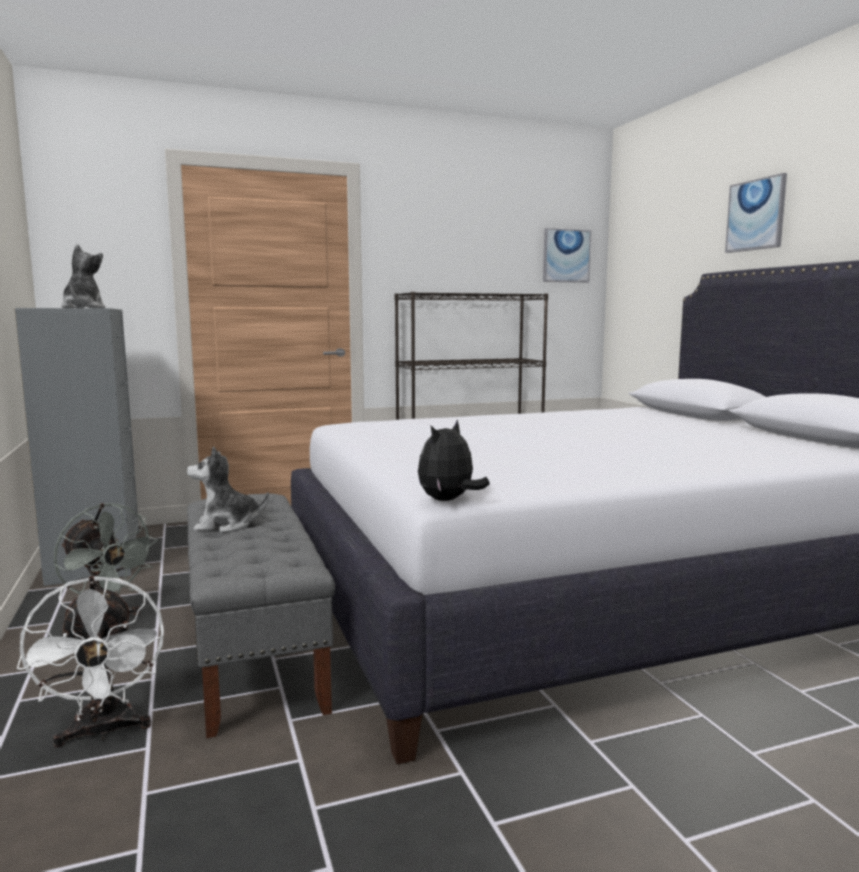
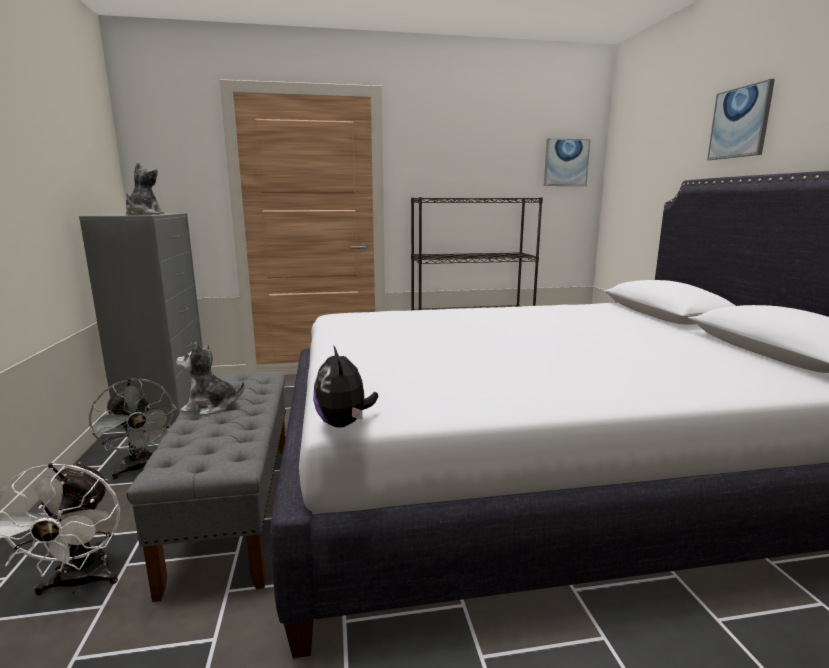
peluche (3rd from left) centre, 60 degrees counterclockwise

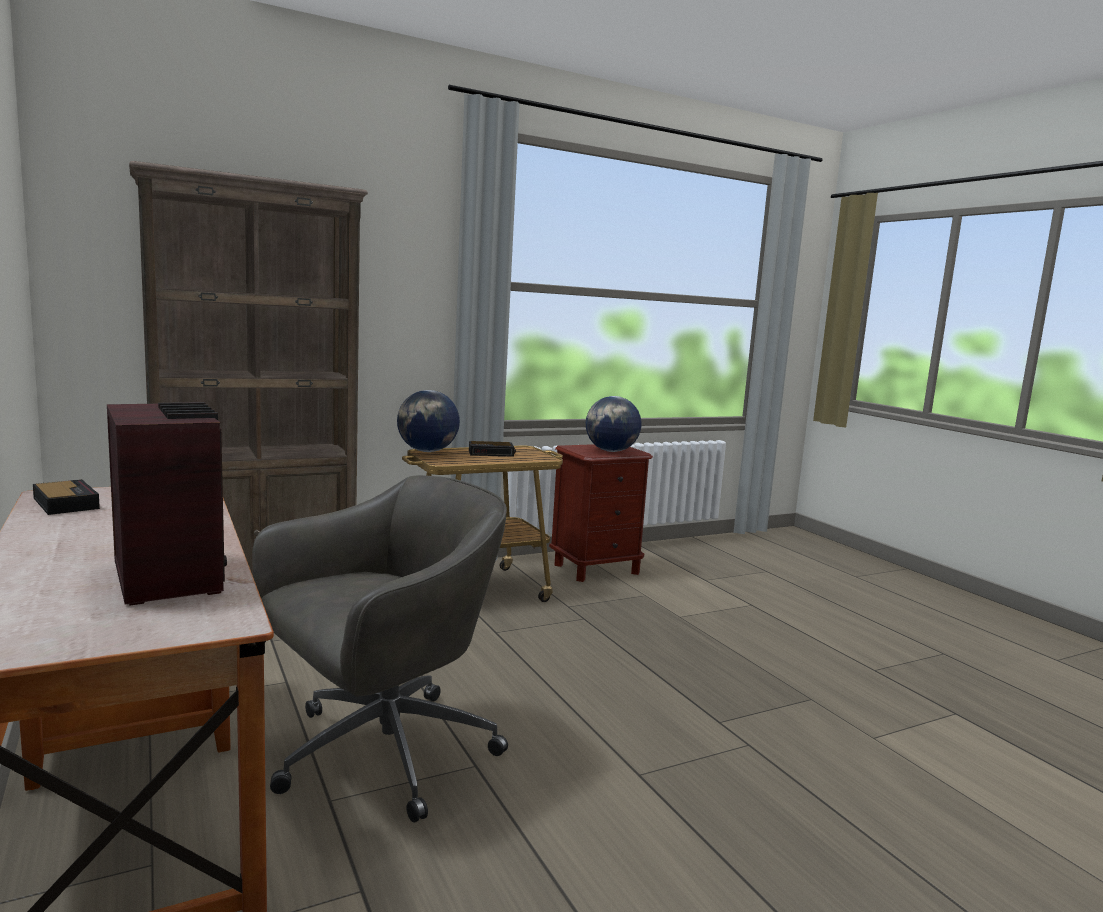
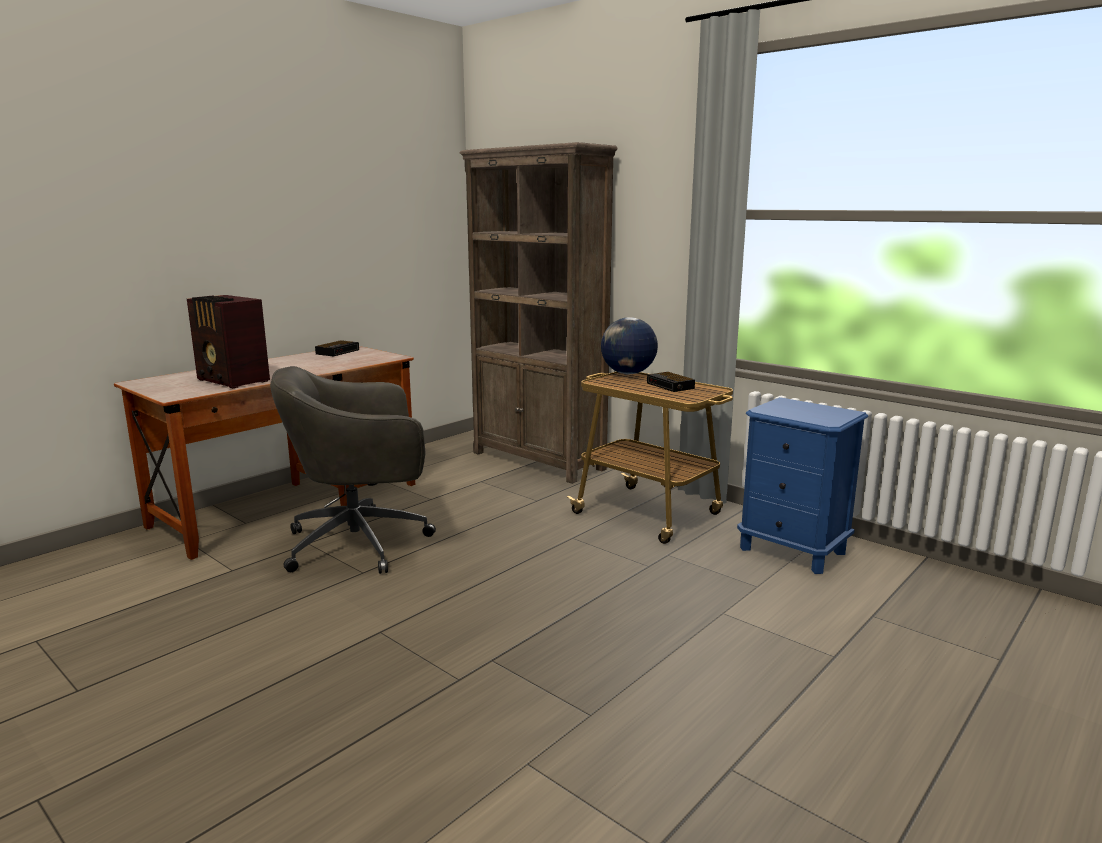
globe (2nd from left) centre → -
radio middle left, 90 degrees clockwise
table de chevet (marron) centre → table de chevet (bleu) middle right
chaise de bureau (gris) bottom centre → chaise de bureau (gris) middle left, 135 degrees clockwise

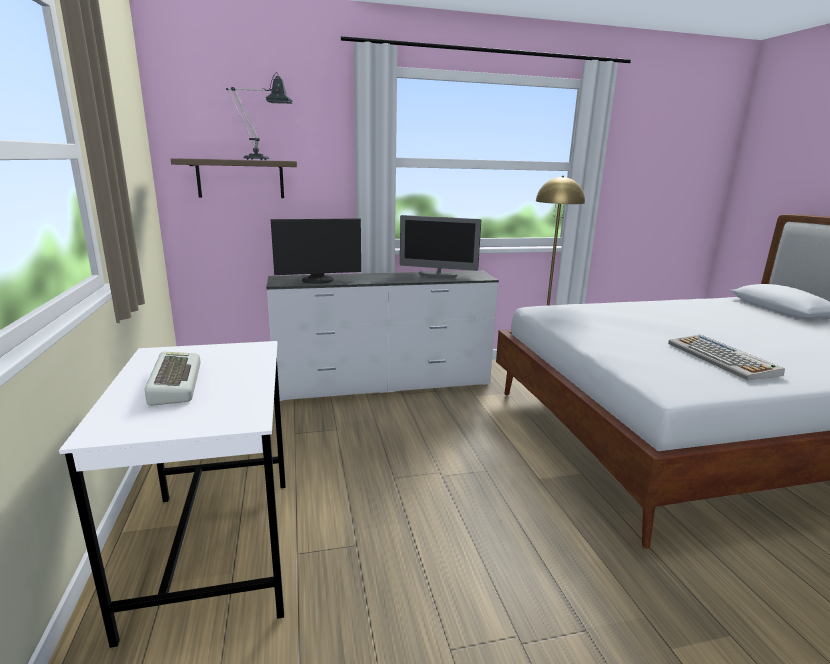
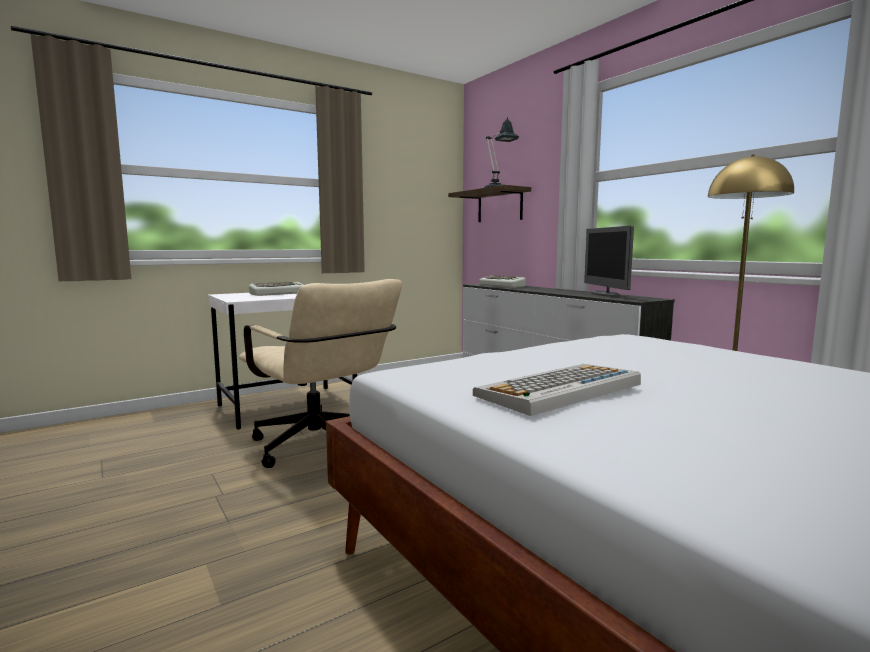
écran d'ordinateur (1st from left) centre → clavier (2nd from left) centre
- → chaise de bureau (beige) centre

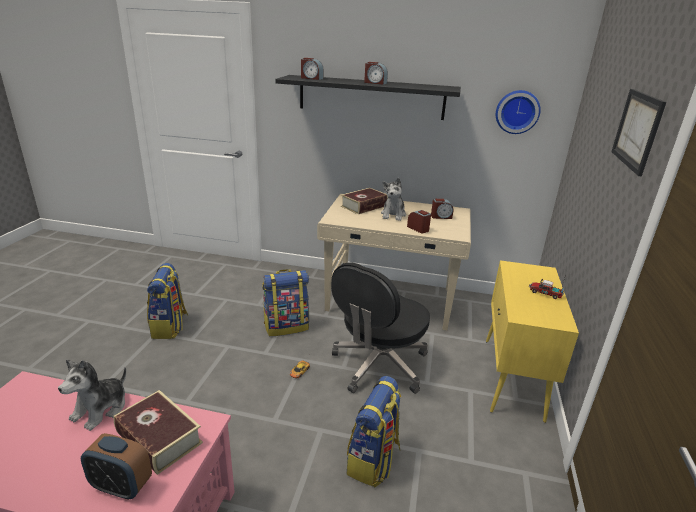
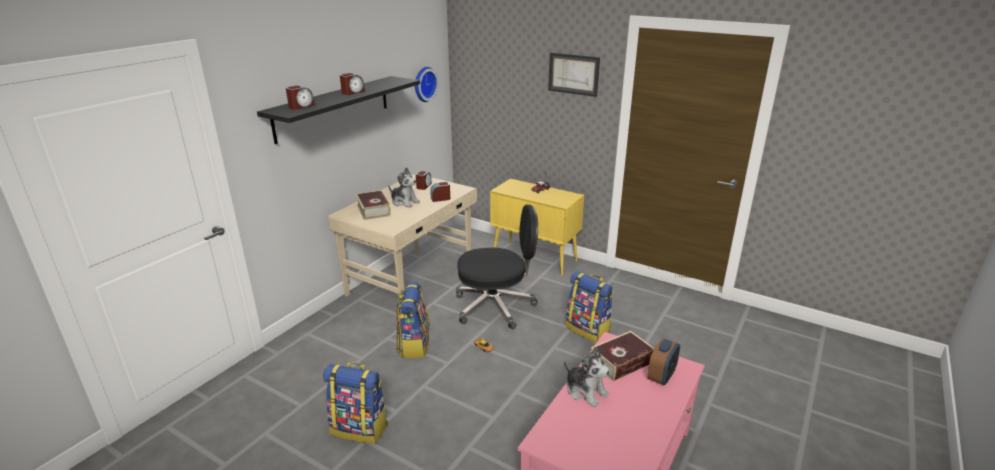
chaise de bureau (noir) centre, 60 degrees counterclockwise

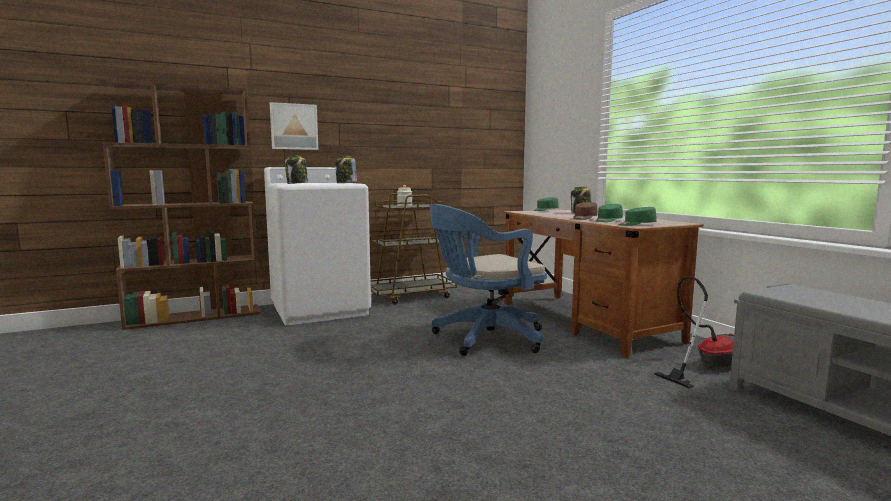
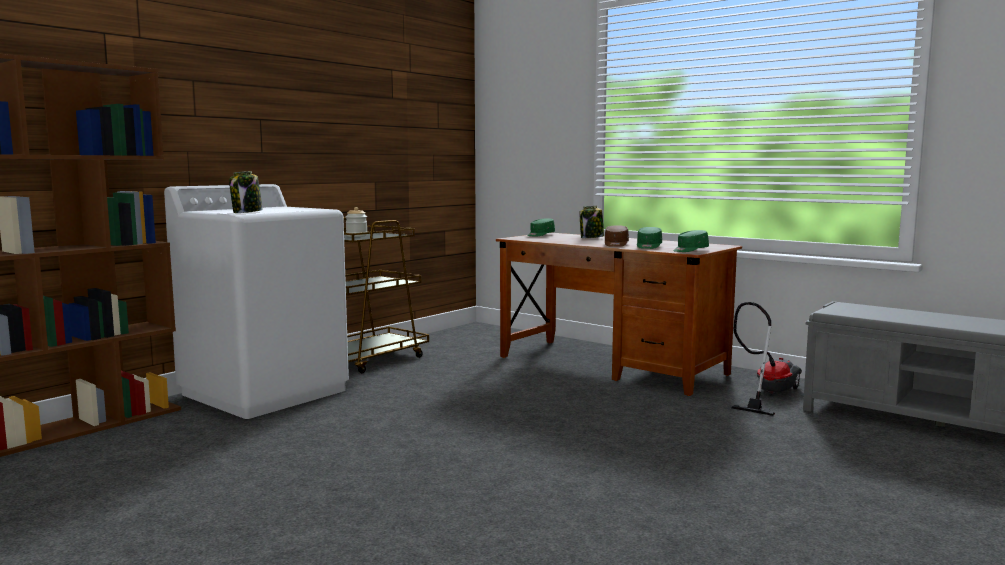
tableau top left → -
bocal (2nd from left) centre → -
chaise de bureau (bleu) centre → -

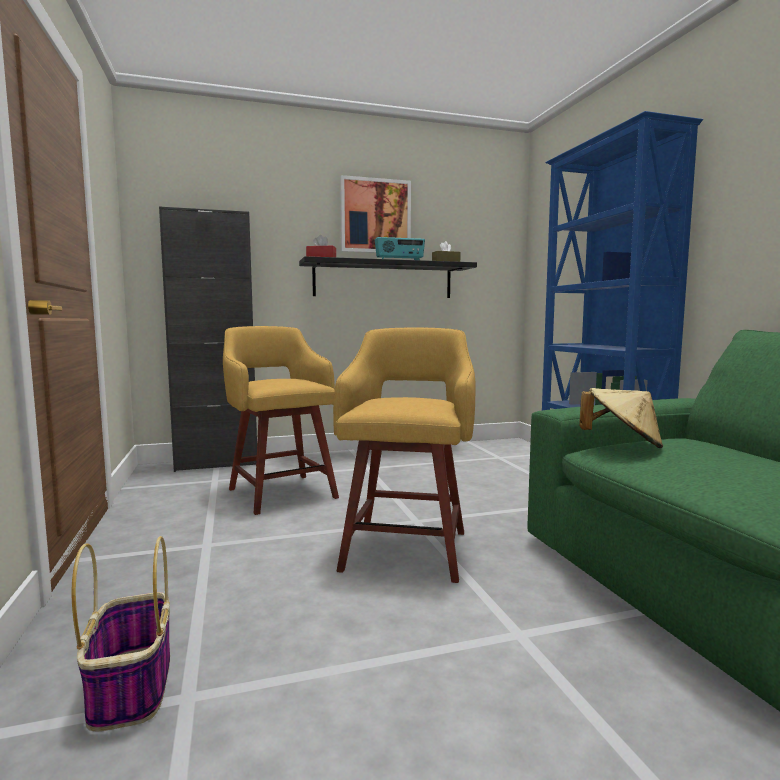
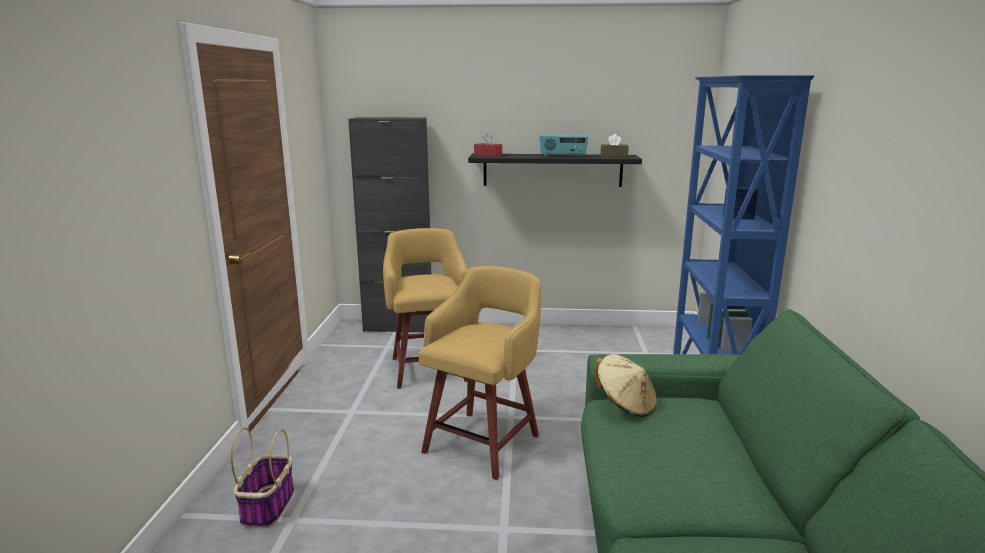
tableau top centre → -

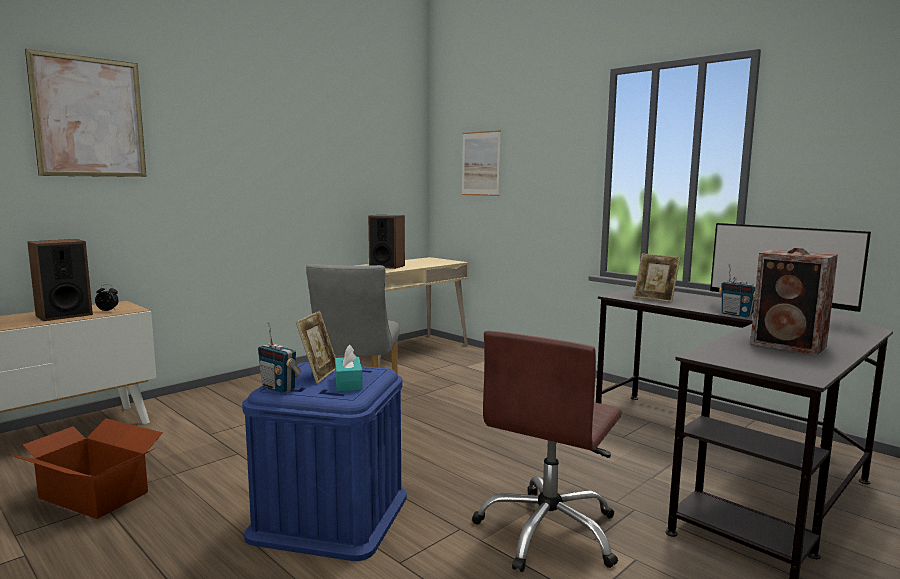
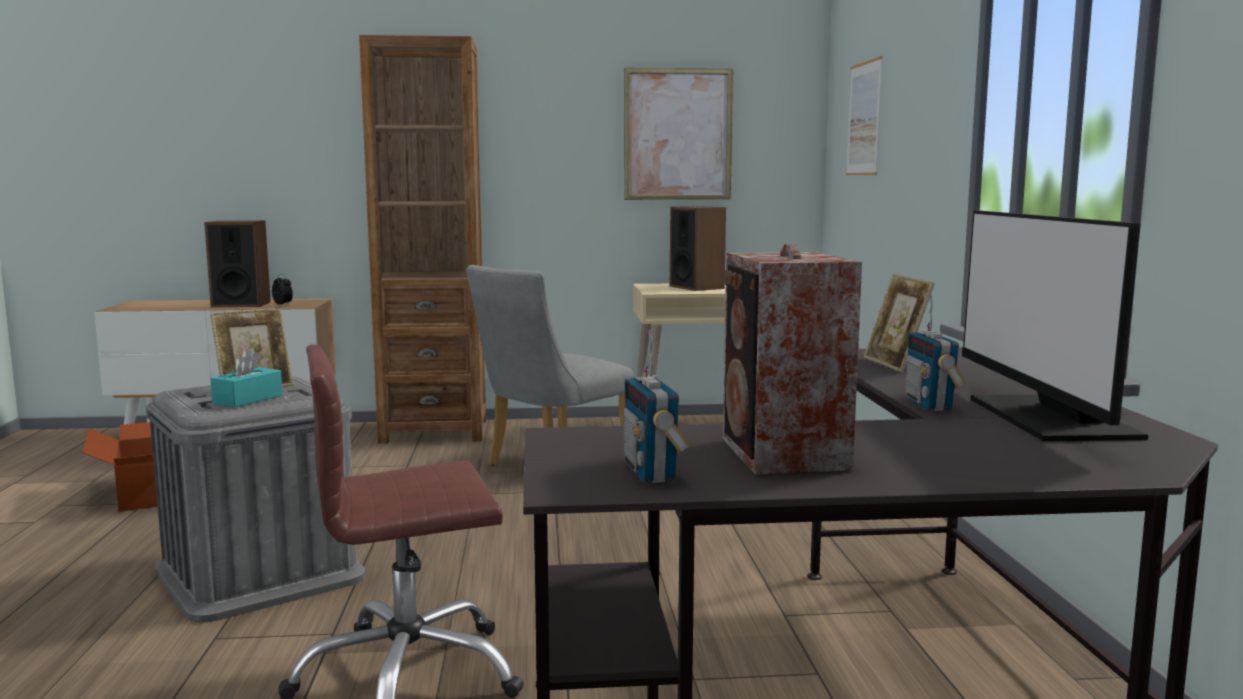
tableau (1st from left) top left → tableau (1st from left) top centre, move
radio (1st from left) middle left → radio (1st from left) centre, move
boîte de rangement (bleu) bottom centre → boîte de rangement (gris) bottom left
- → bibliothèque (marron) centre

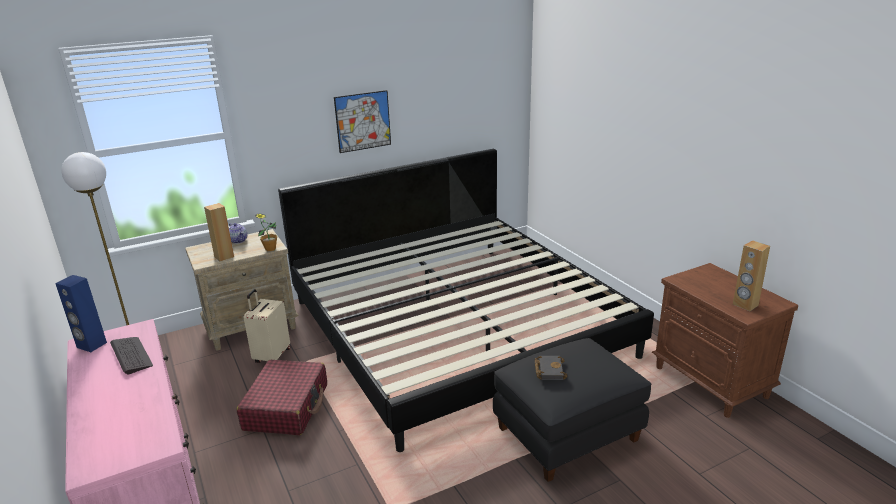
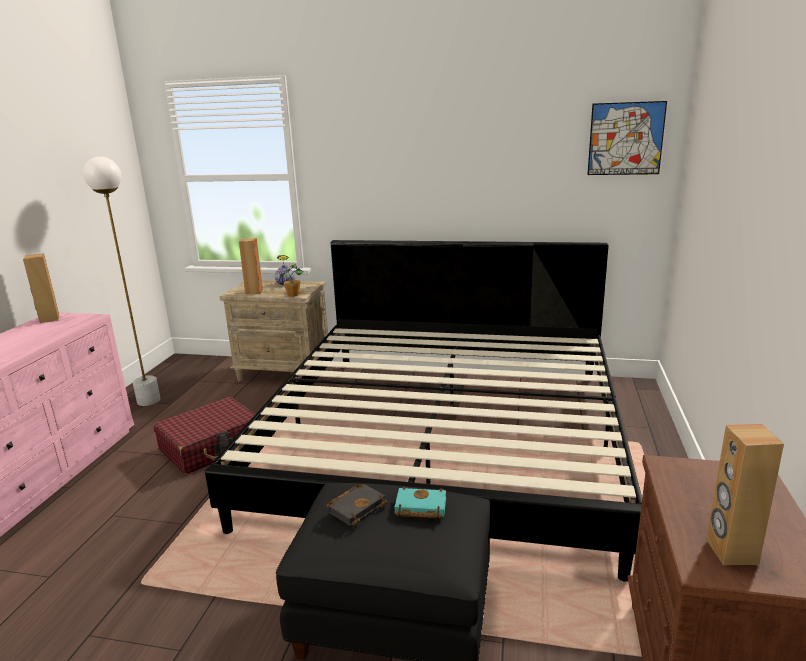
tableau top centre → tableau top right, move
enceinte (bleu) middle left → enceinte (marron) (1st from left) middle left
valise (beige) middle left → -
clavier bottom left → -
- → livre (turquoise) bottom centre

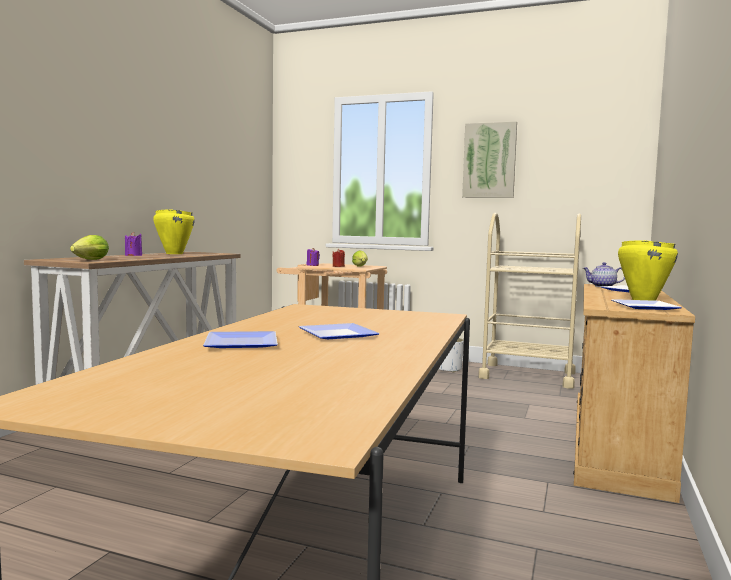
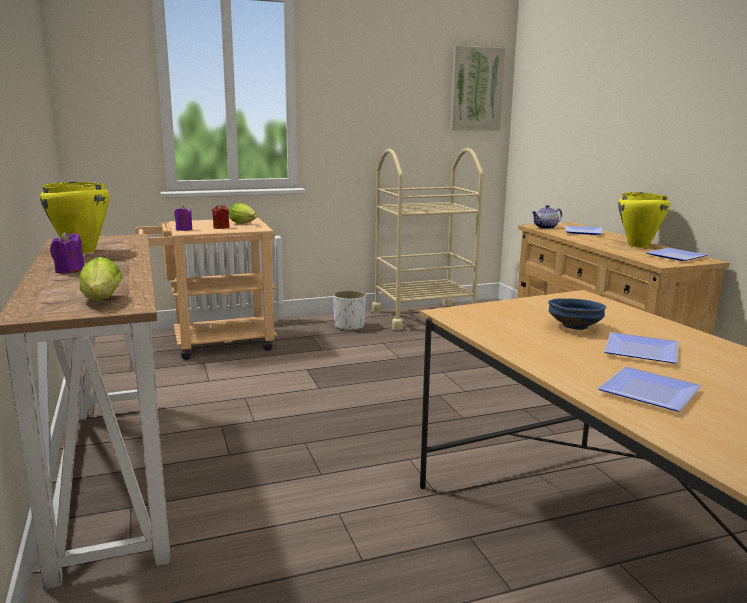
tableau top right → tableau top centre, move
- → bol (bleu) middle right

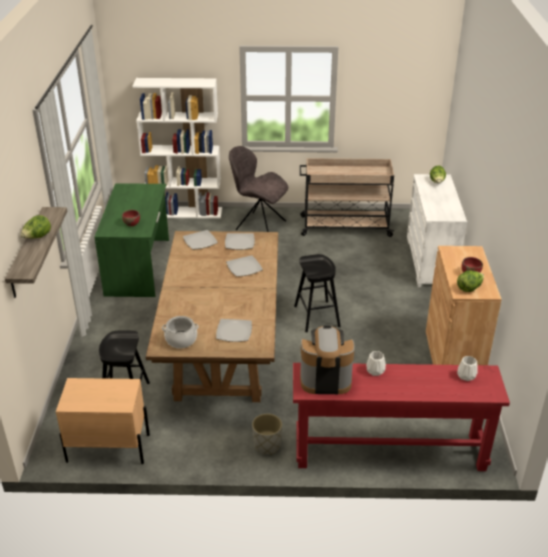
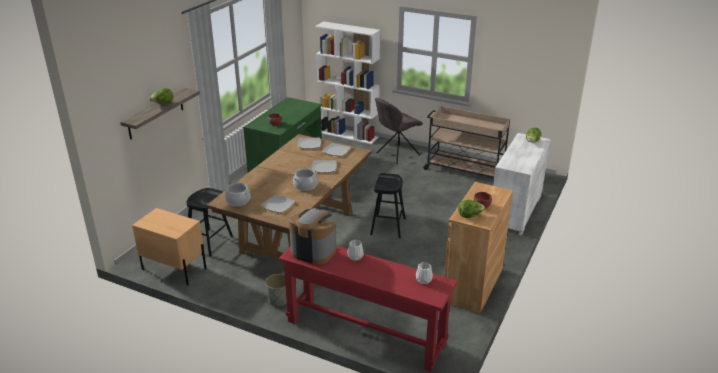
chaise (gris) centre, 90 degrees counterclockwise
- → marmite (2nd from left) centre

